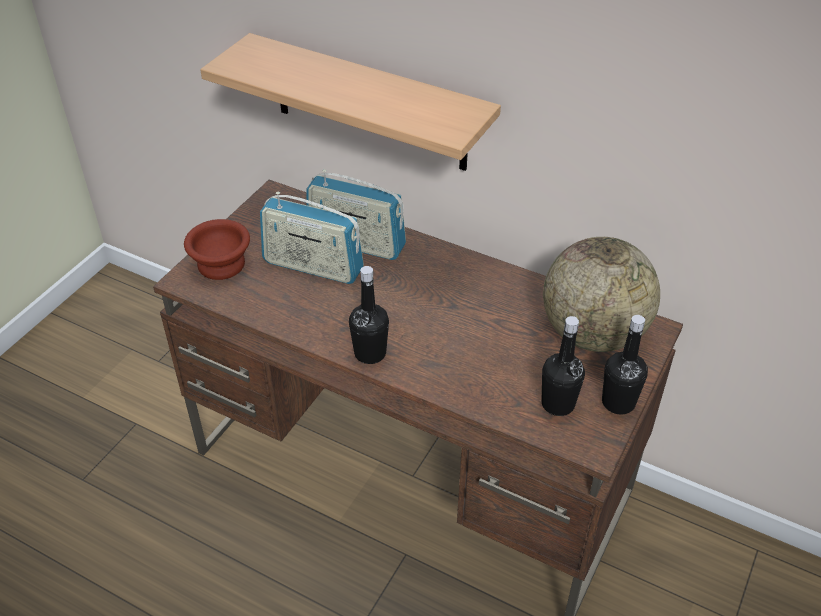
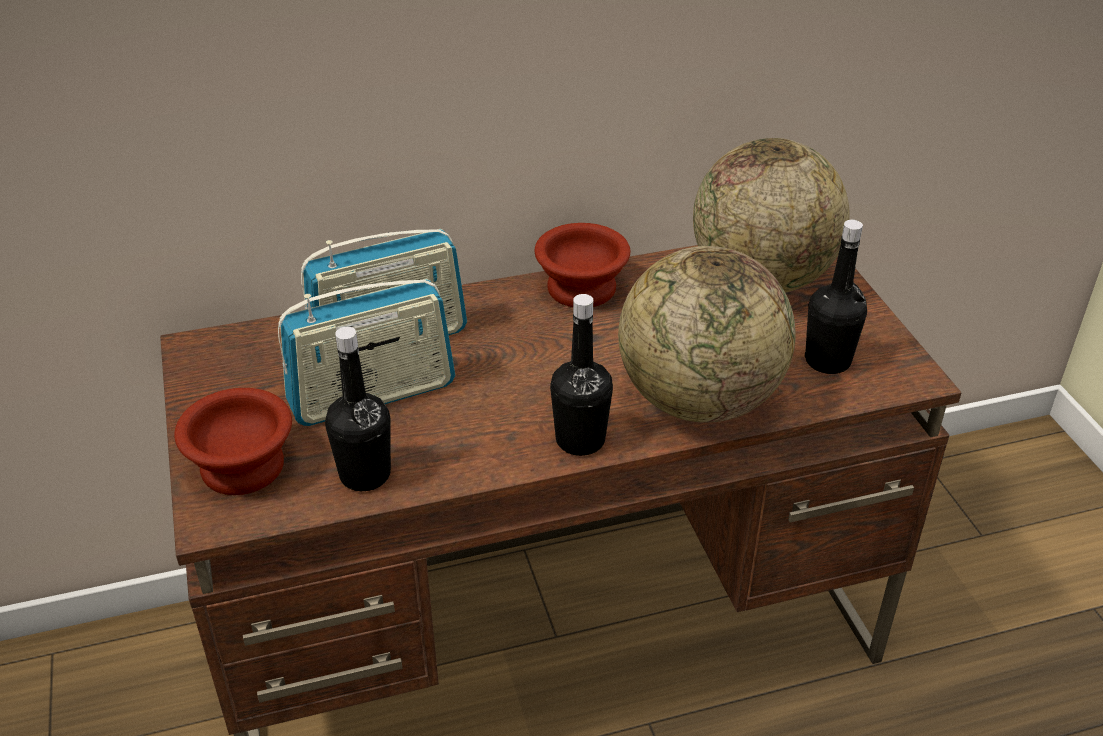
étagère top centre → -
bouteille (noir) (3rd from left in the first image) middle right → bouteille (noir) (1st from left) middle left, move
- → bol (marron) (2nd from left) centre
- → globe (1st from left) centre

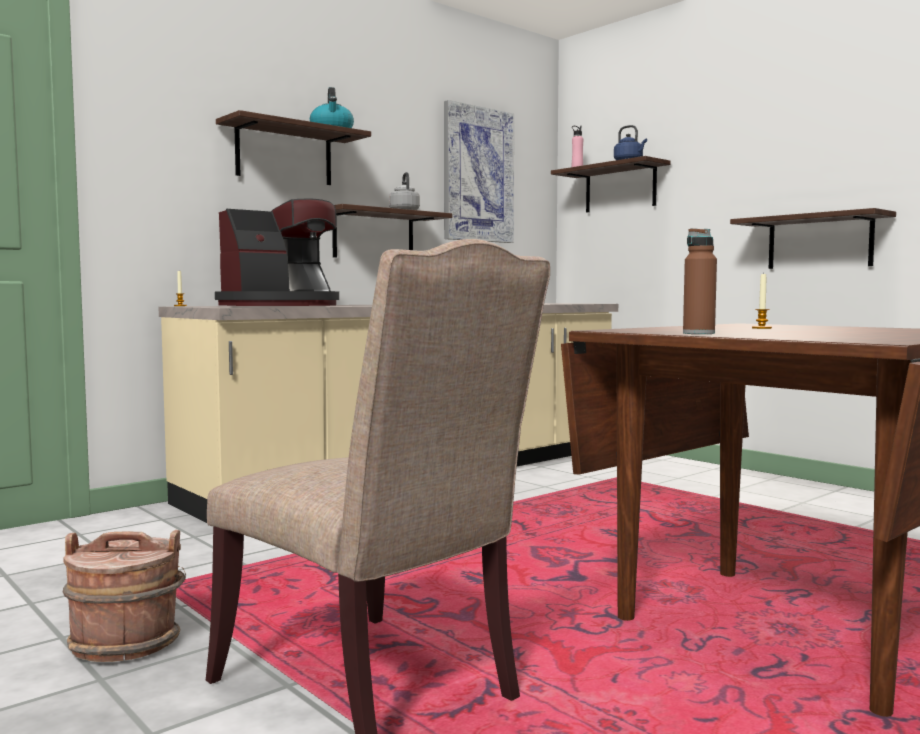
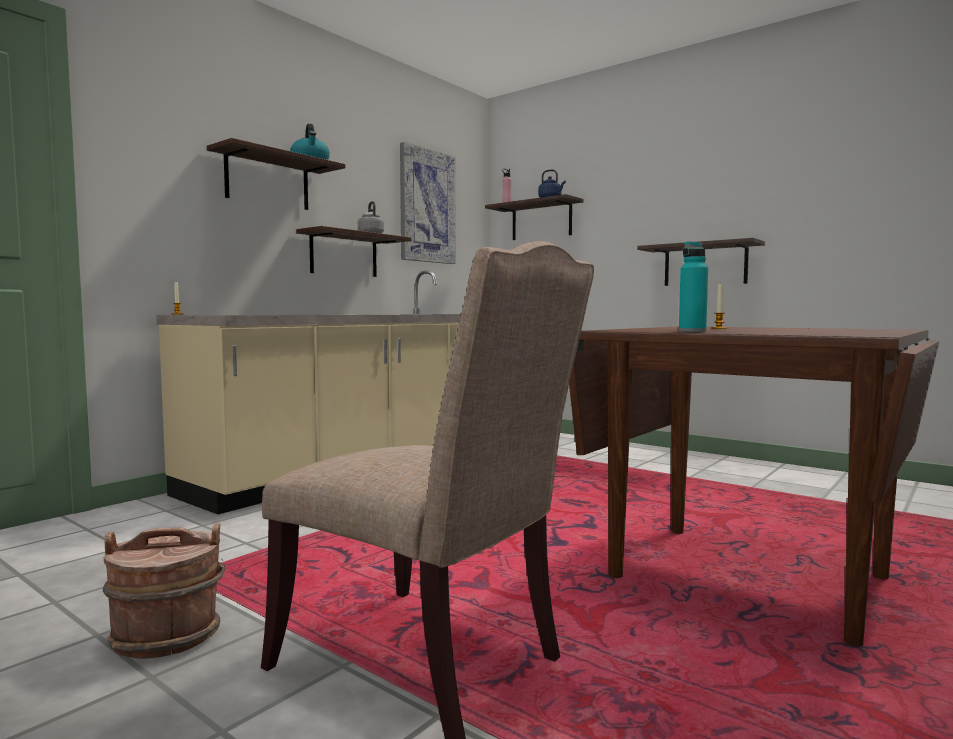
machine à café middle left → -
bouteille (marron) middle right → bouteille (turquoise) middle right

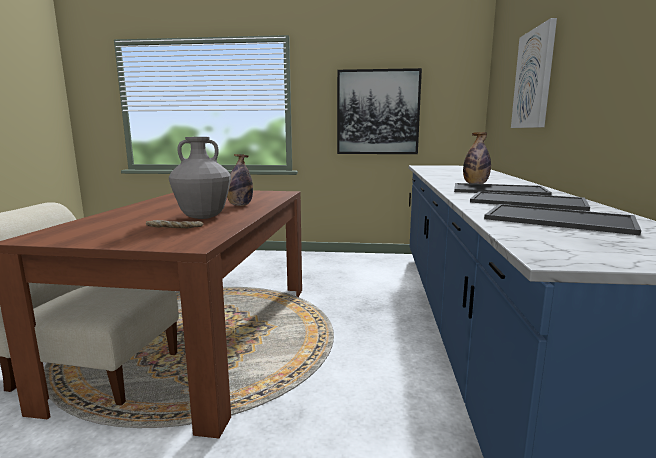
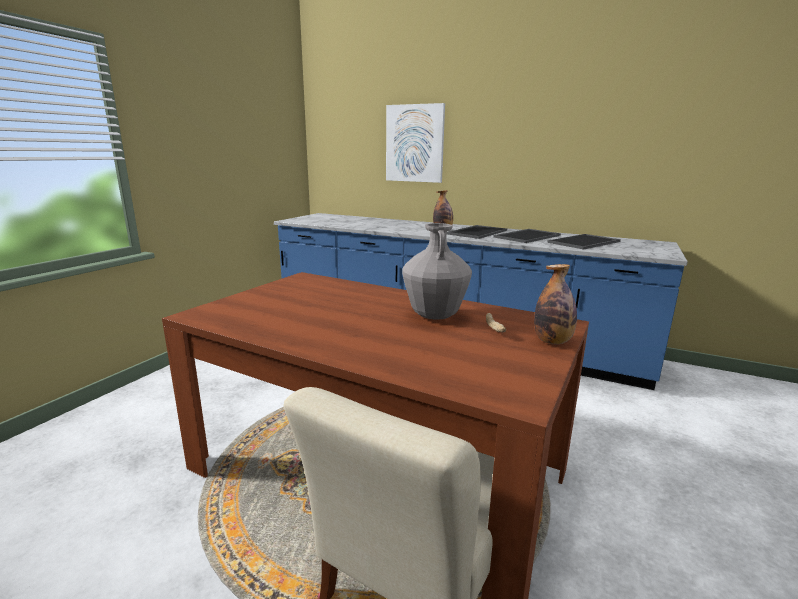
tableau (1st from left) top centre → -
bouteille (1st from left in the first image) centre → bouteille (2nd from left) middle right, move

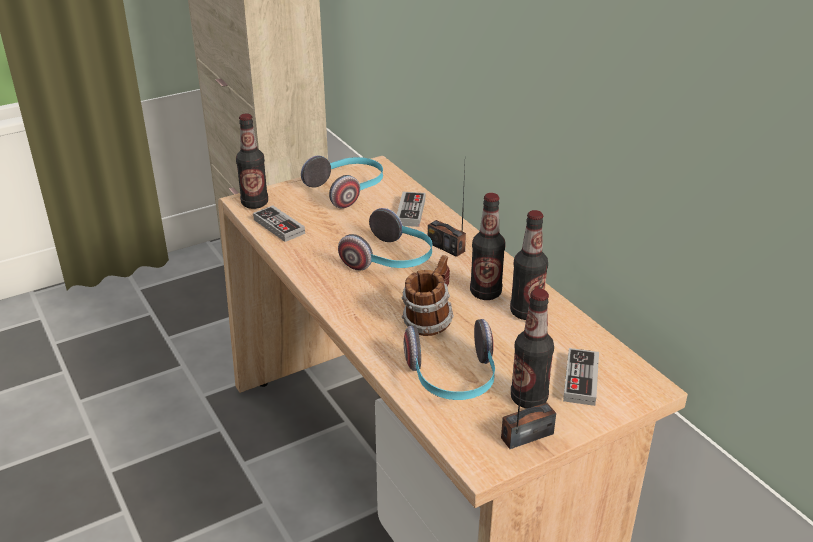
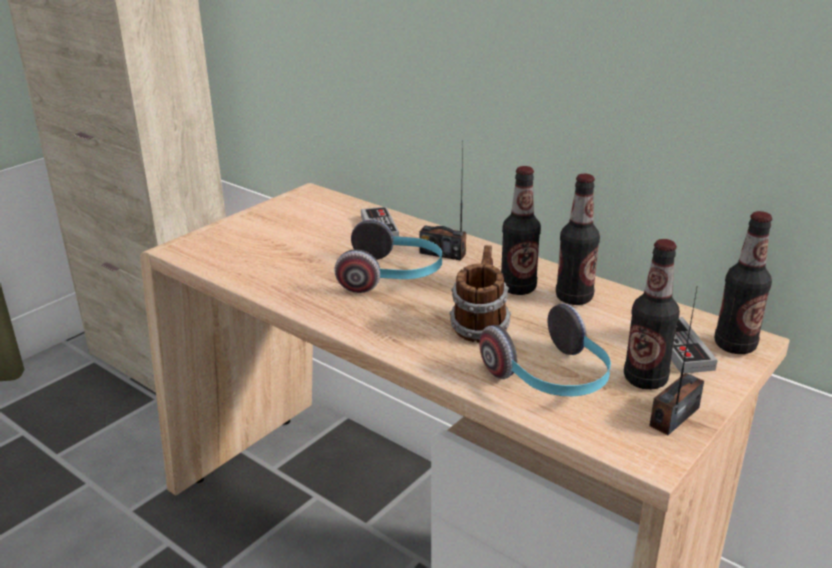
bouteille (1st from left in the first image) top left → bouteille (4th from left) middle right, move
casque audio (1st from left) centre → -
manette (1st from left) centre → -

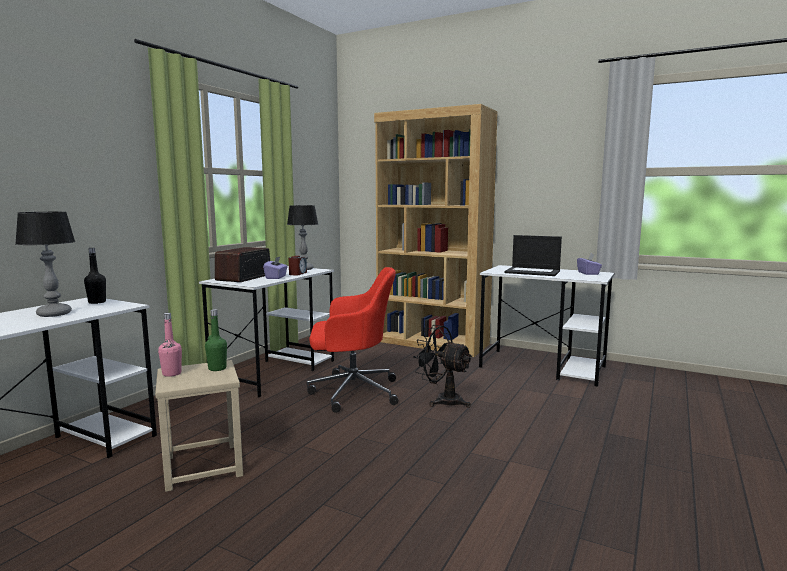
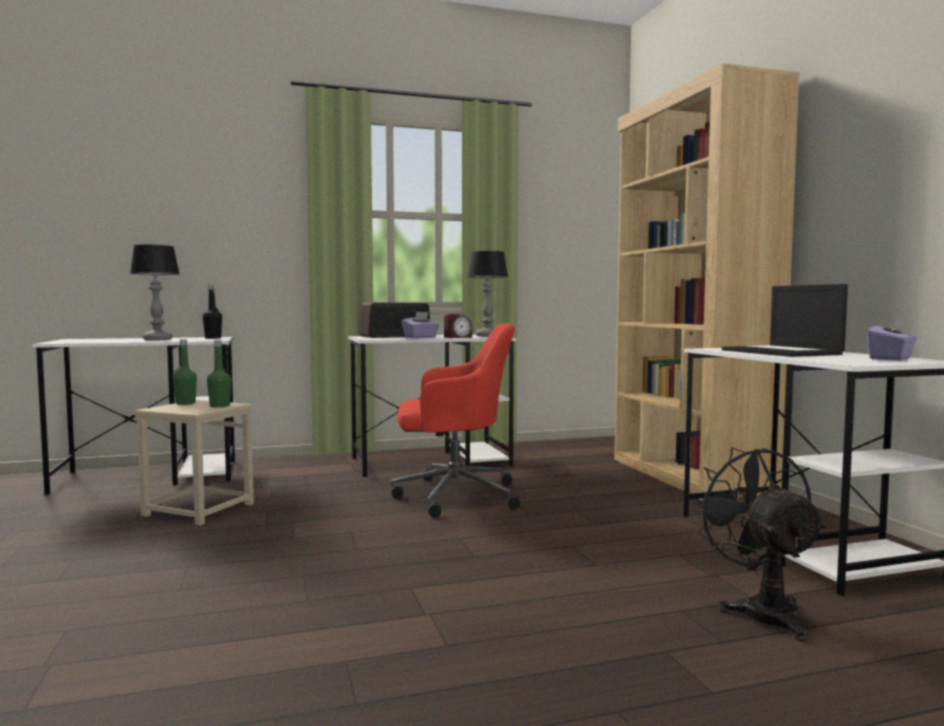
chaise de bureau (rouge) centre, 45 degrees counterclockwise
bouteille (rose) middle left → bouteille (vert) (1st from left) middle left
ventilateur (noir) centre → ventilateur (noir) bottom right, move

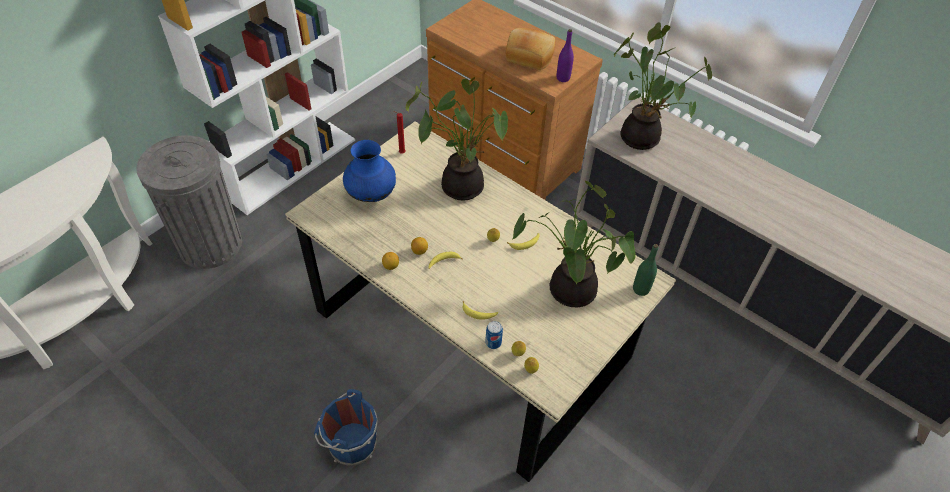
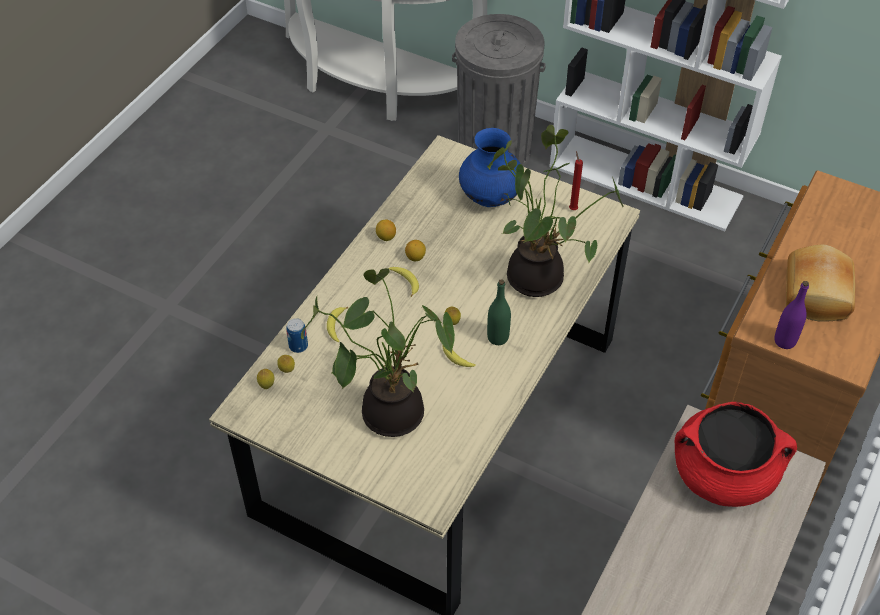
plante en pot (3rd from left) top right → marmite (rouge) bottom right
bouteille (vert) middle right → bouteille (vert) centre, move
seau (bleu) bottom centre → -

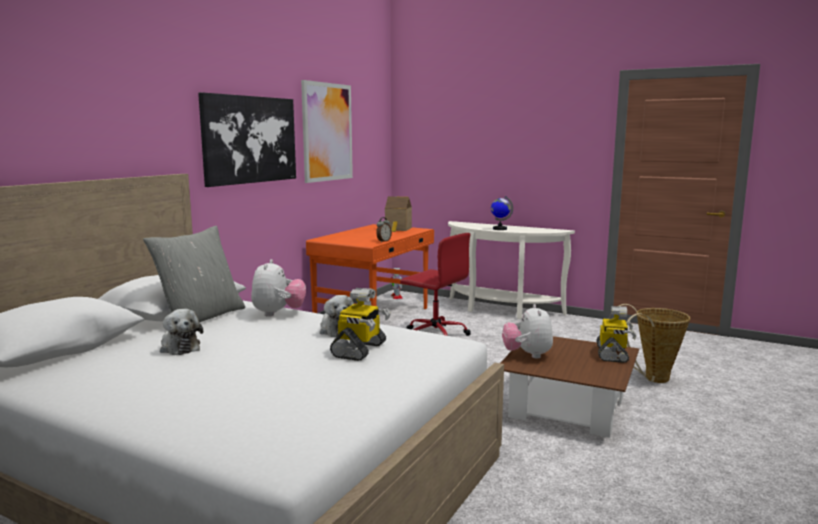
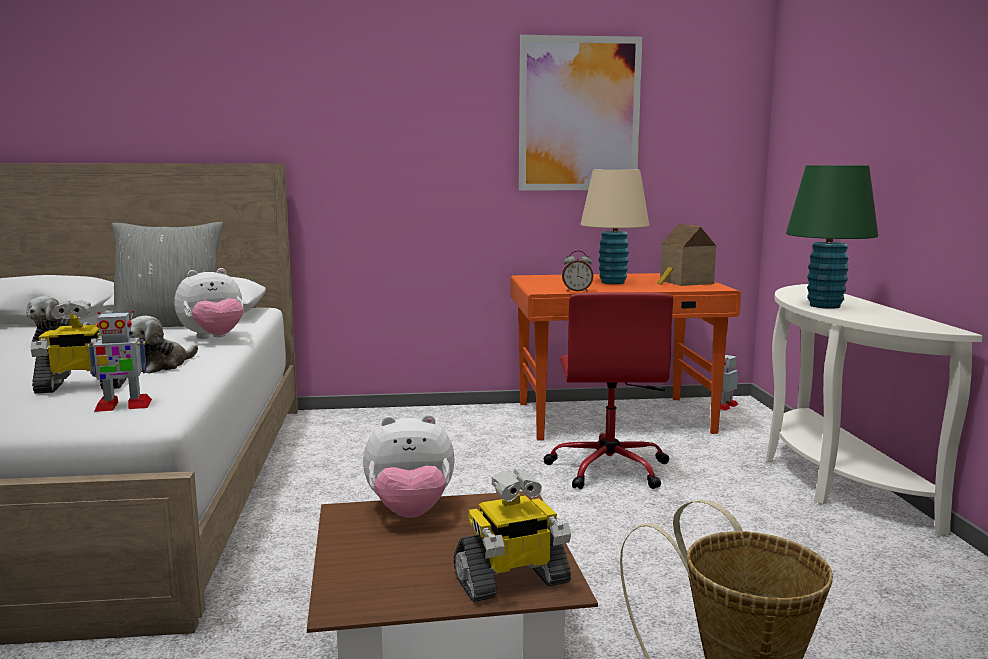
tableau (1st from left) top left → -
globe centre → lampe de table (vert) middle right
peluche (4th from left) centre → peluche (4th from left) bottom centre, 150 degrees counterclockwise
- → lampe de table (beige) centre
- → robot jouet (2nd from left) middle left

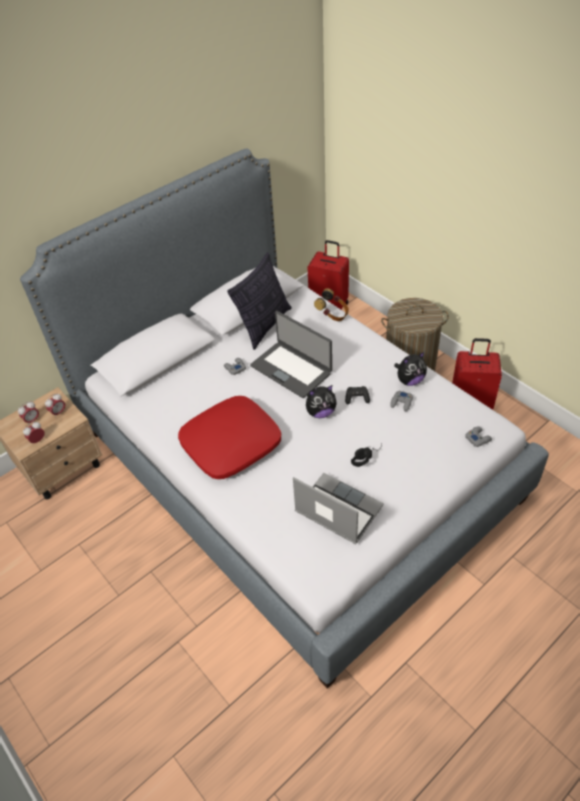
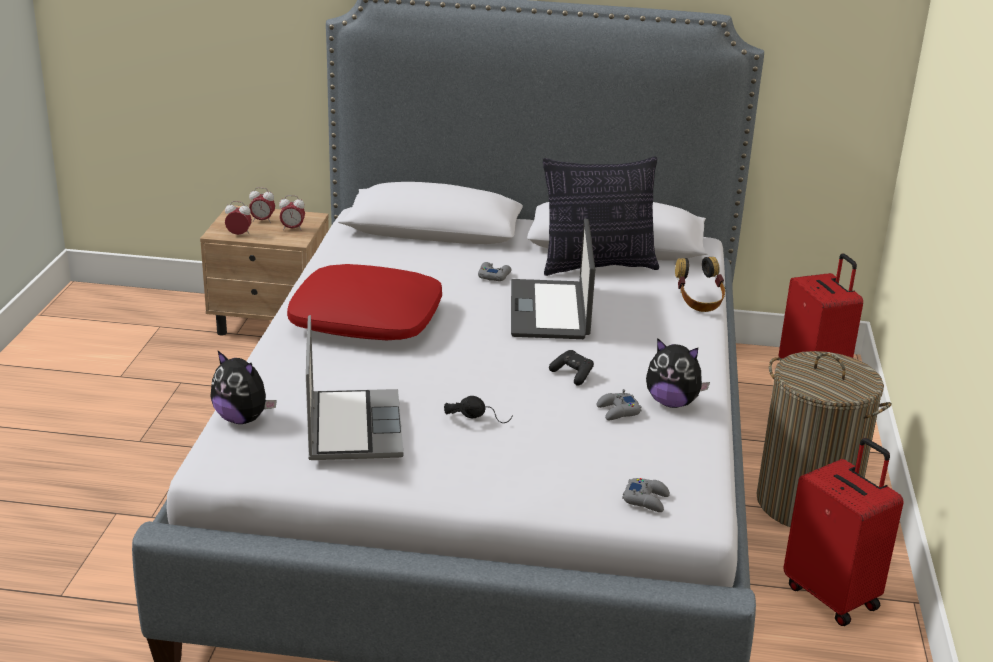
peluche (1st from left) centre → peluche (1st from left) middle left, move

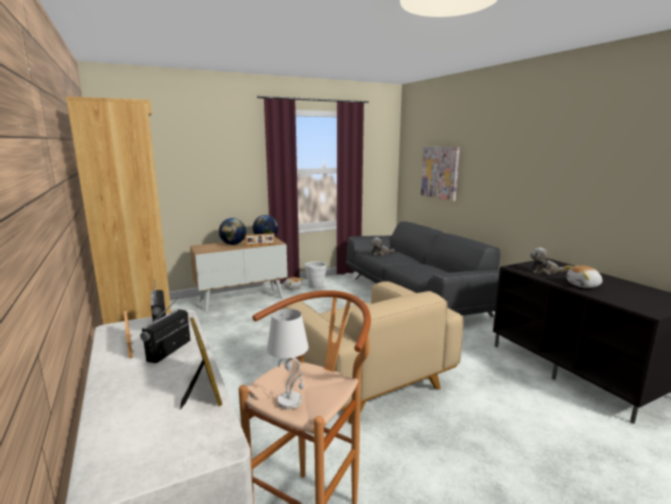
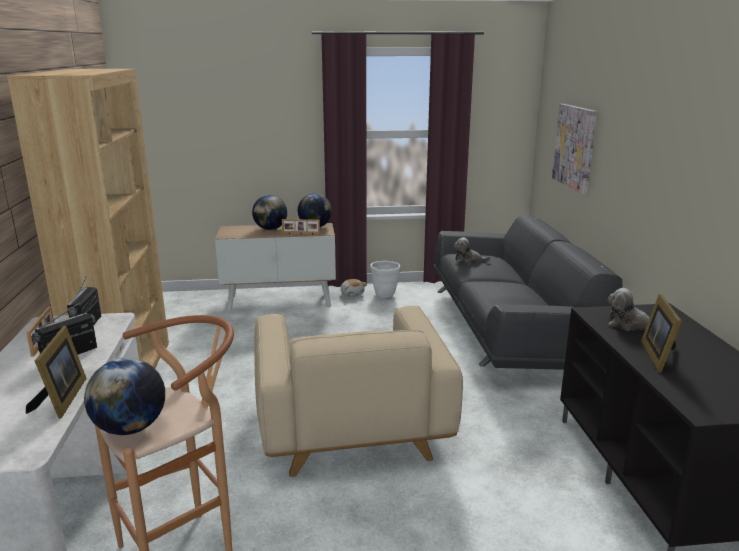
peluche (4th from left) middle right → cadre photo (4th from left) middle right
lampe de table (blanc) bottom centre → globe (1st from left) bottom left

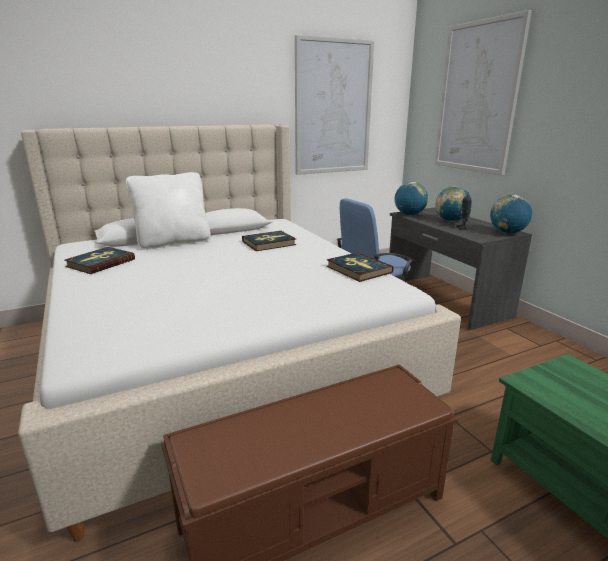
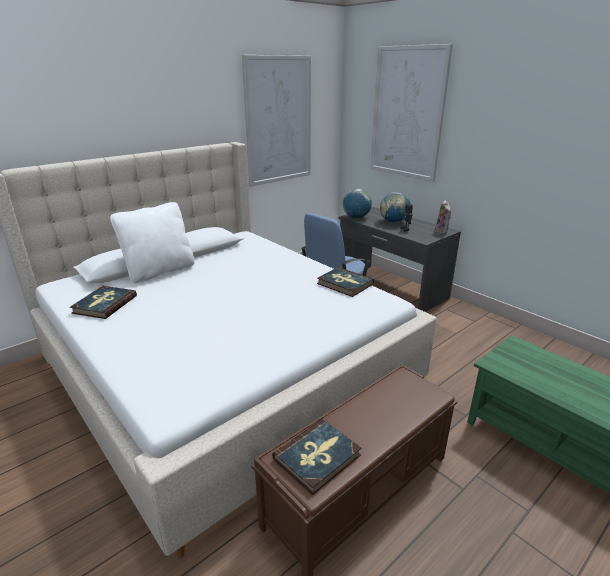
globe (3rd from left) middle right → peluche middle right
livre (2nd from left) centre → livre (2nd from left) bottom centre, move

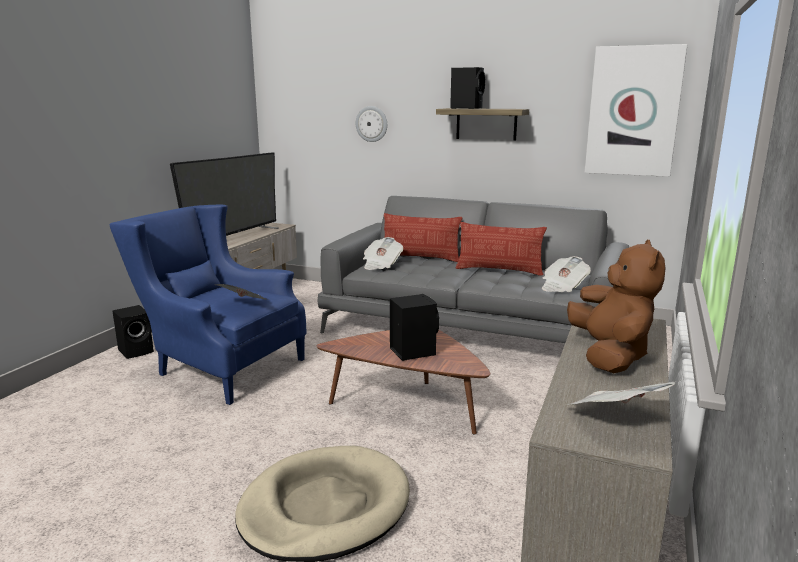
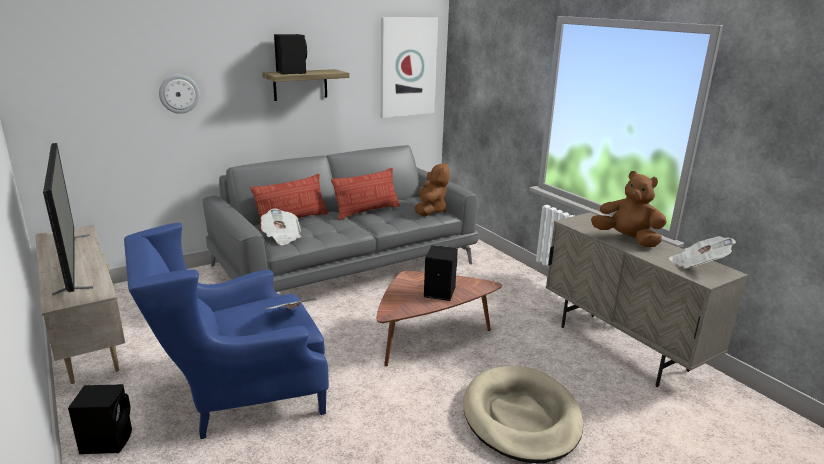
journal (3rd from left) middle right → peluche (marron) (1st from left) centre

